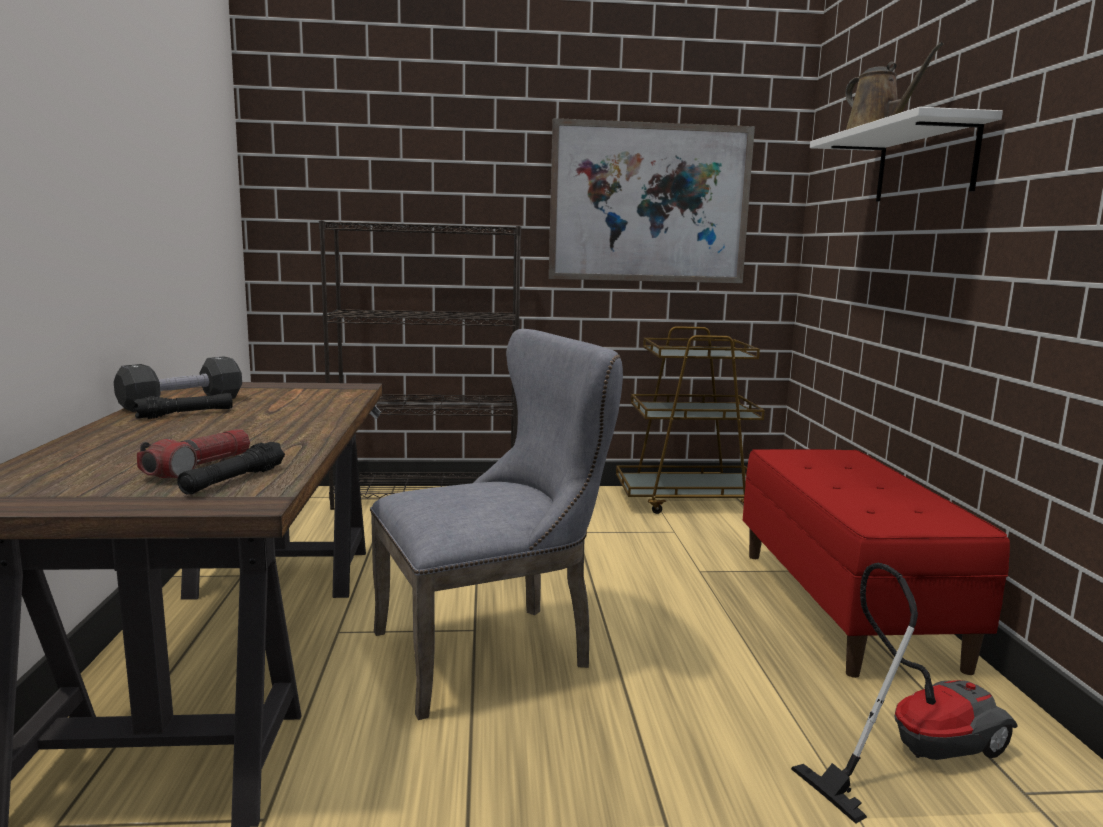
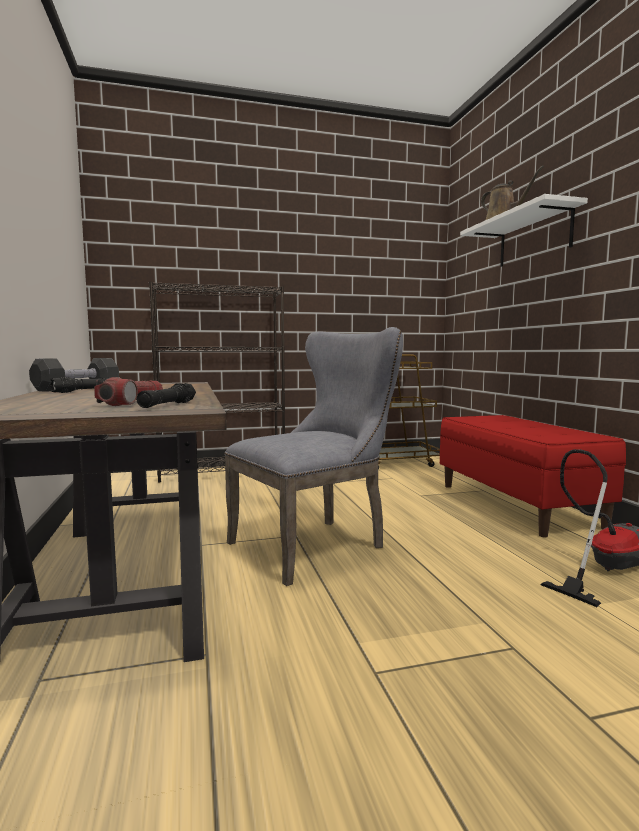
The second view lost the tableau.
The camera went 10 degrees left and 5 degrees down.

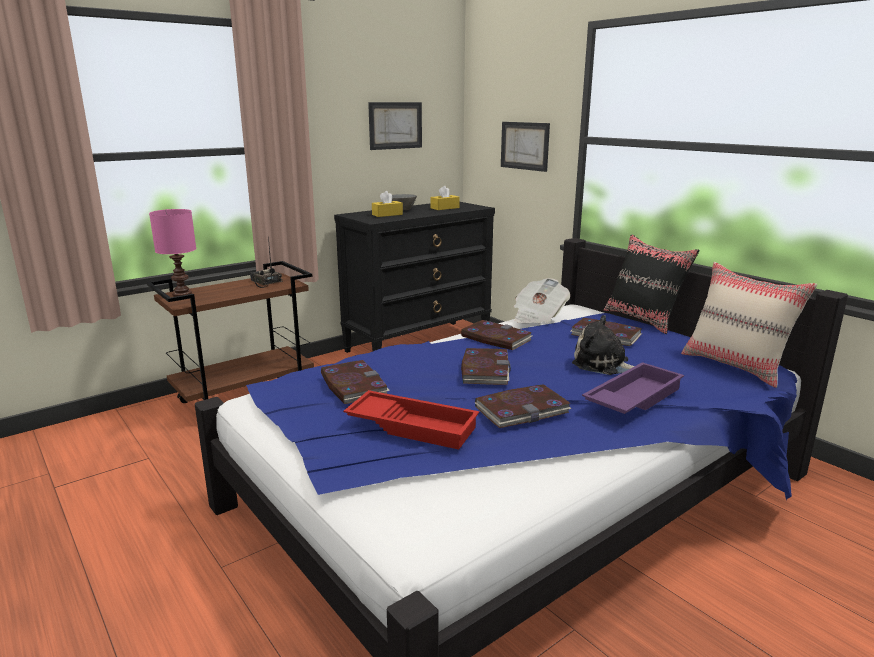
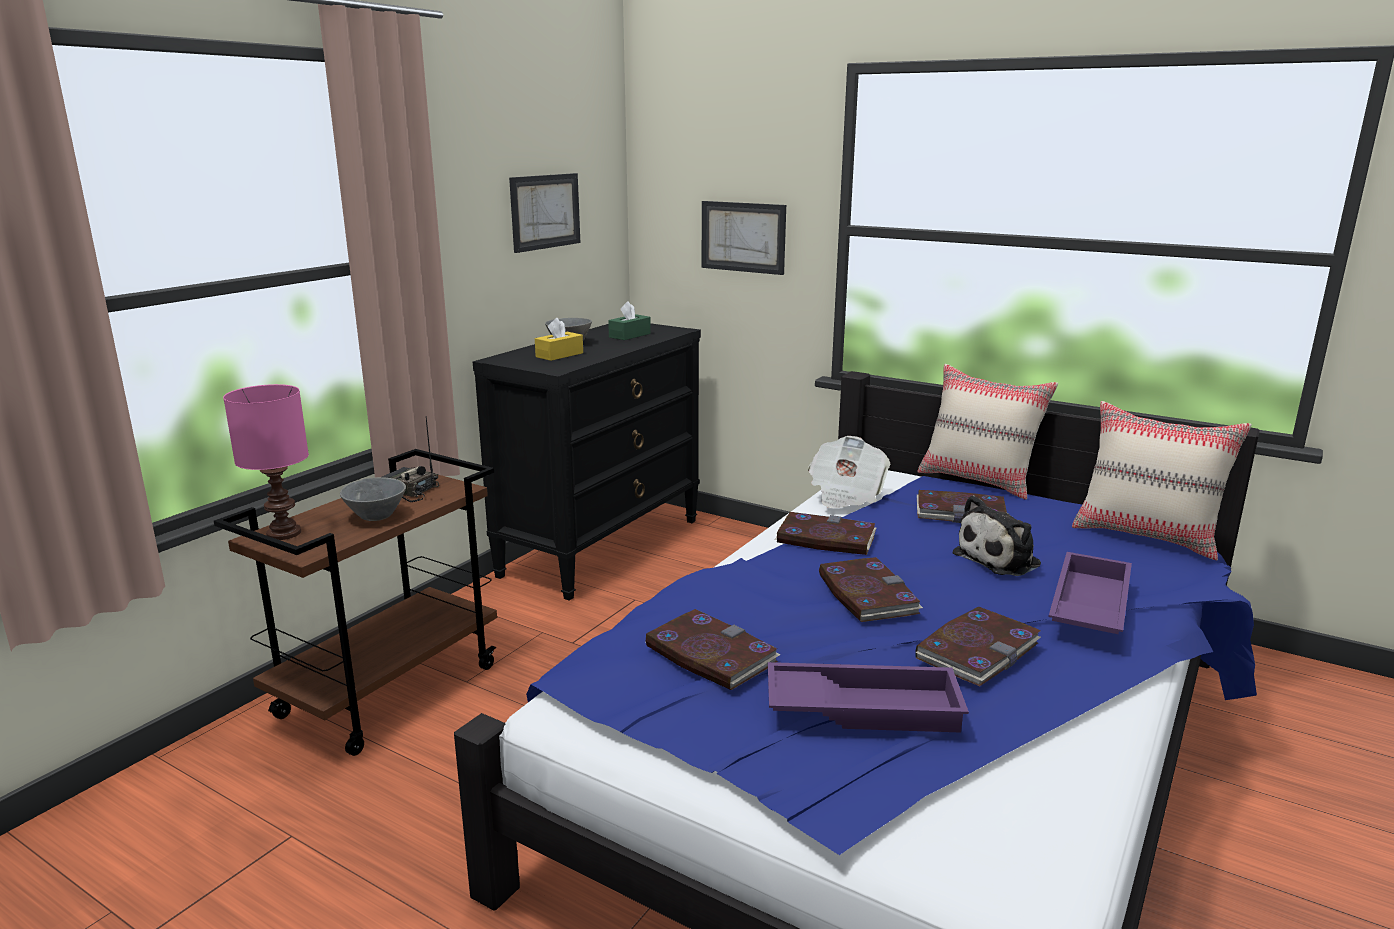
What was the plateau [rouge] turned into the plateau [violet] (1st from left).
What was the boîte à mouchoirs [jaune] (2nd from left) turned into the boîte à mouchoirs [vert].
The peluche ended up facing another way, 45 degrees counterclockwise from before.
What was the coussin [noir] turned into the coussin [beige] (1st from left).
The second view gained the bol [gris] (1st from left).
The camera went 20 degrees left and 0 degrees up.

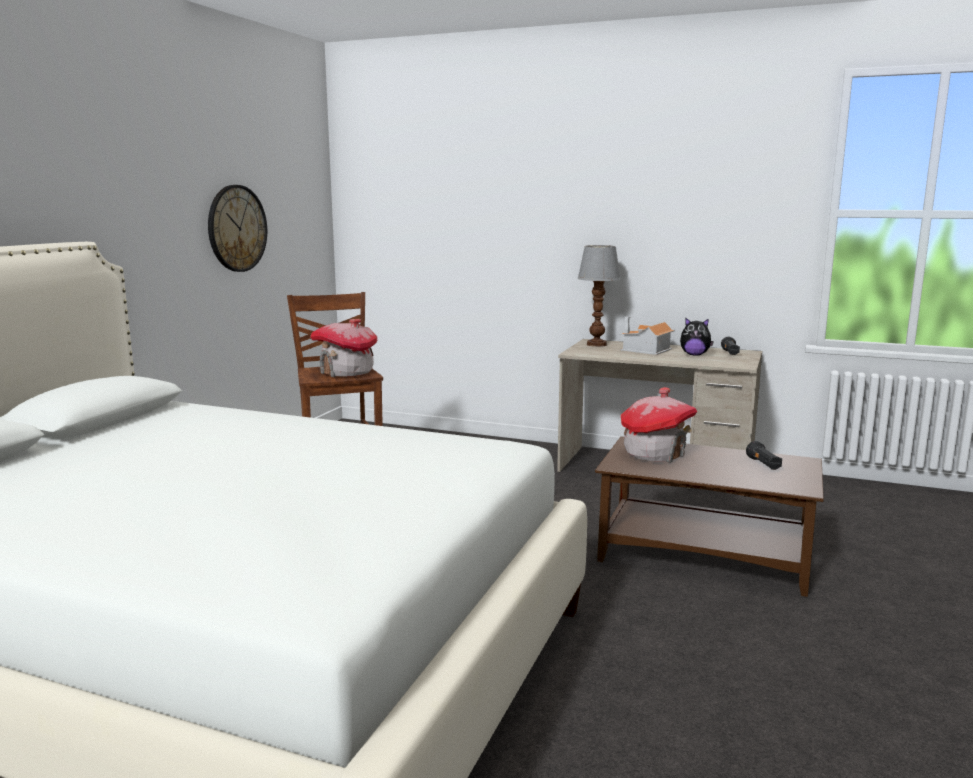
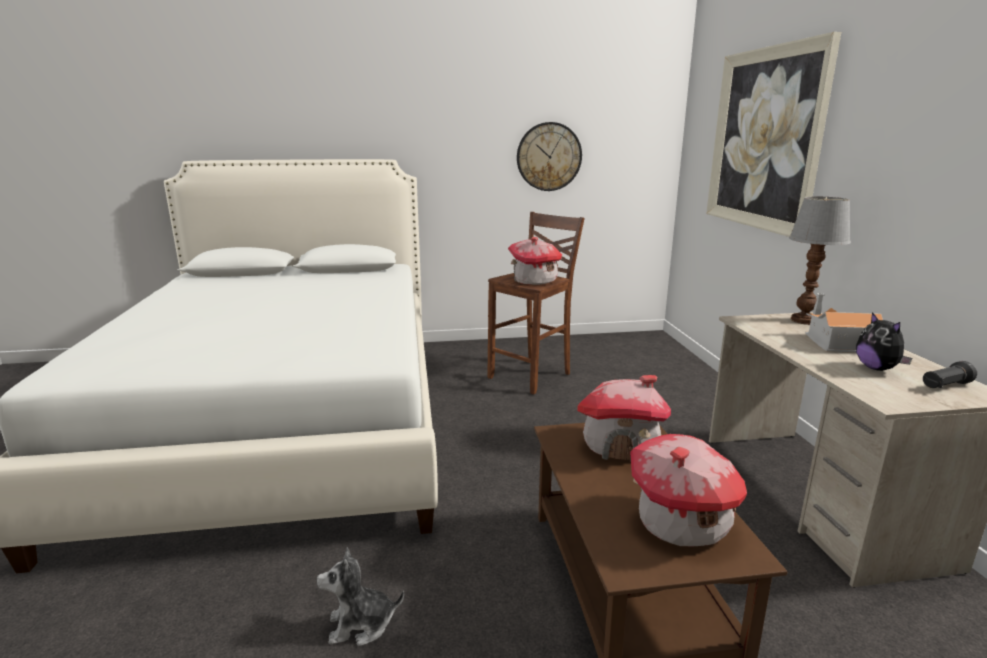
Where the lampe de poche [noir] (2nd from left) stood, the maison miniature (3rd from left) came to stand.
The second view gained the peluche (1st from left).
The second view gained the tableau.
The camera went 60 degrees right and 5 degrees up.

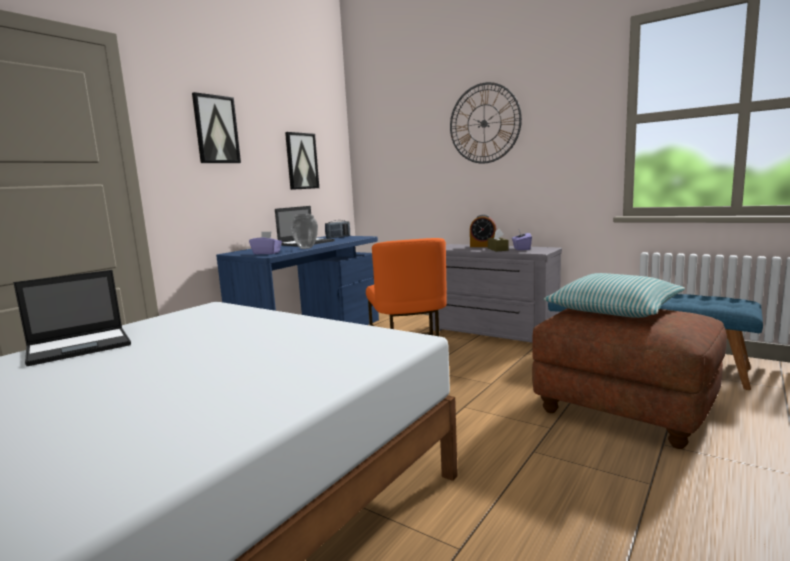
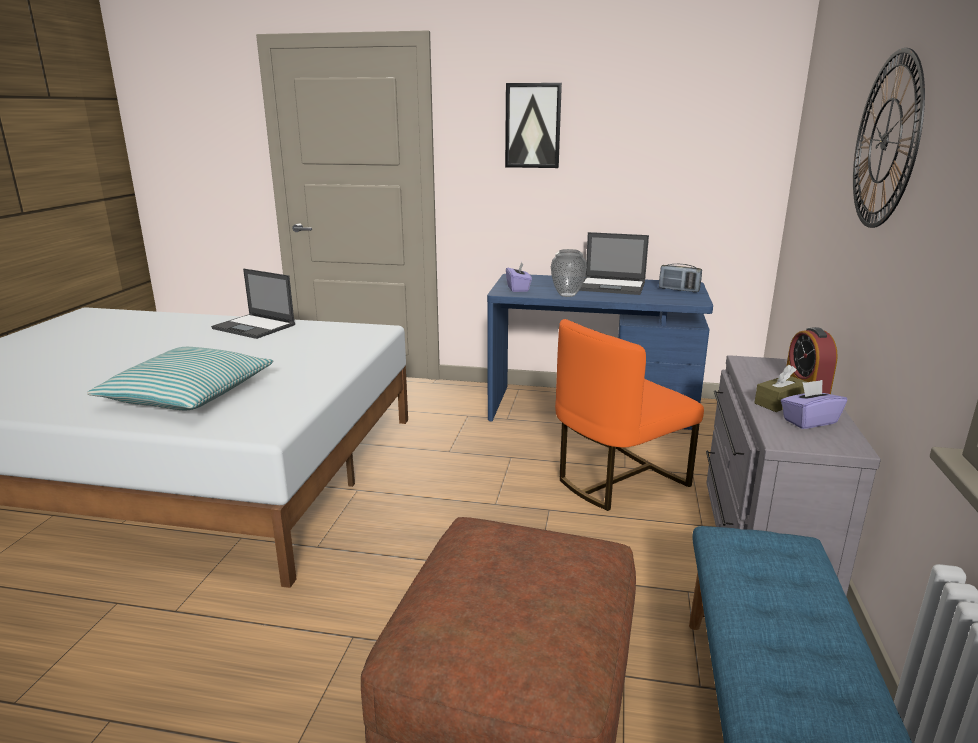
The second view lost the tableau (2nd from left).
The coussin ended up elsewhere.
The camera went 65 degrees right and 10 degrees up.

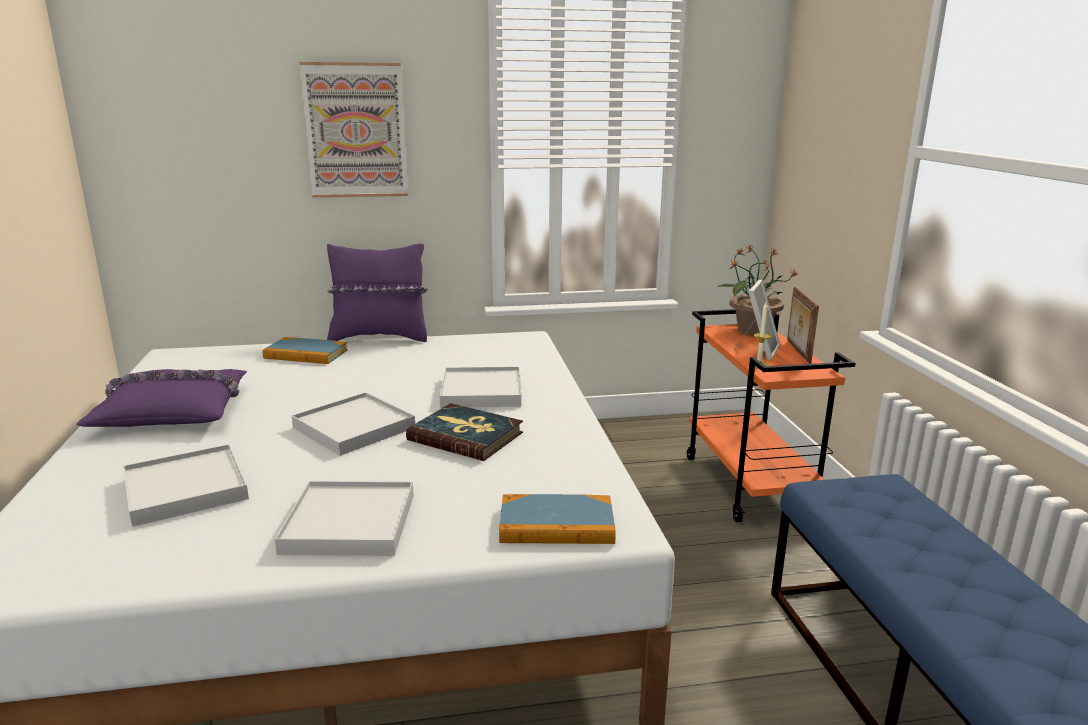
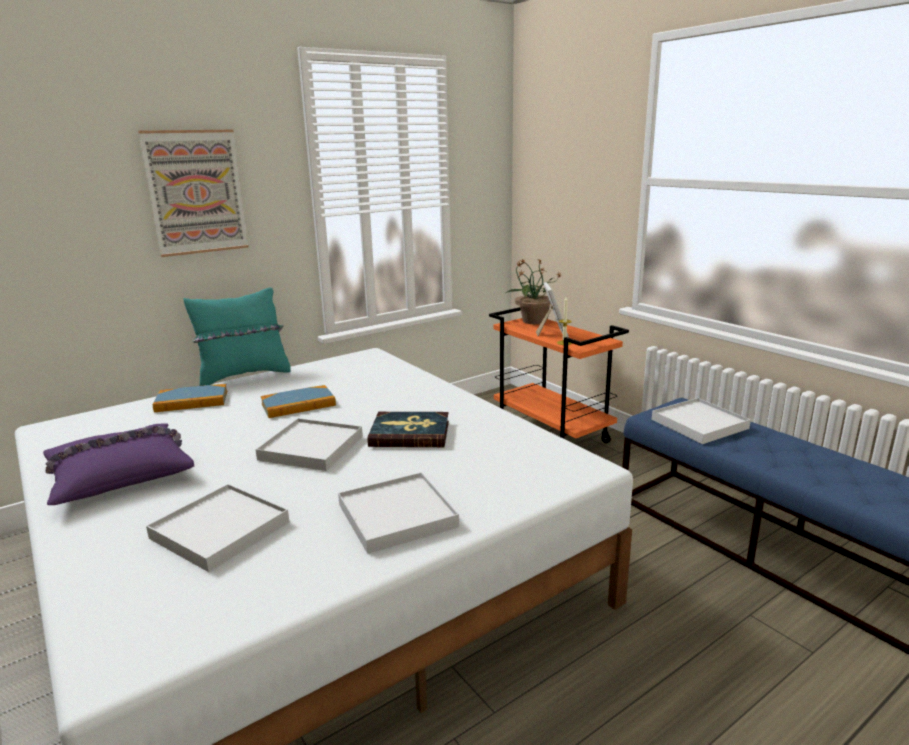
What was the coussin [violet] (2nd from left) turned into the coussin [turquoise].
The plateau [blanc] (4th from left) ended up elsewhere.
The livre (3rd from left in the first image) ended up elsewhere.
The second view lost the cadre photo (2nd from left).
The camera went 25 degrees left and 0 degrees up.

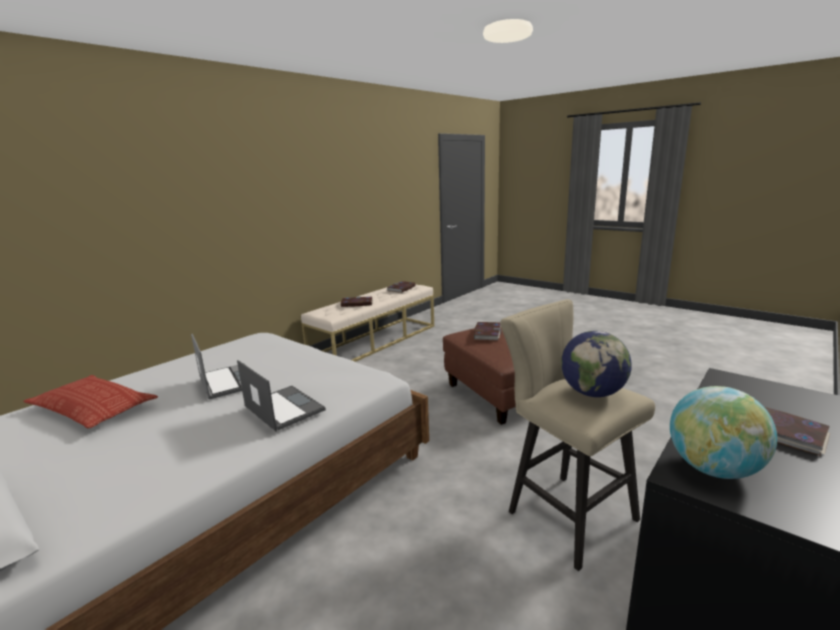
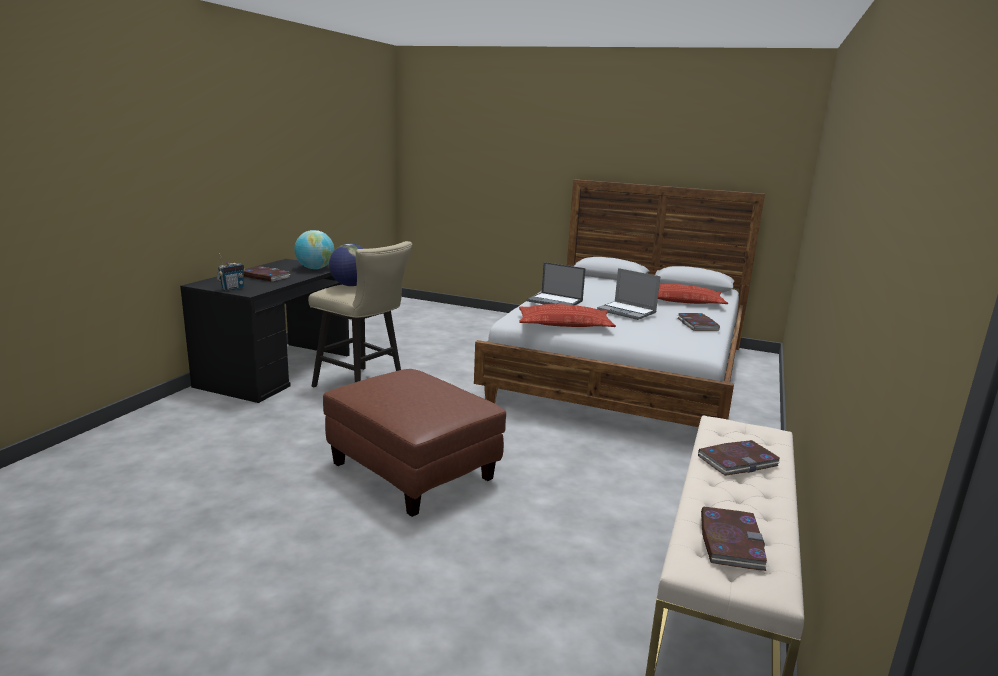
The livre (3rd from left in the first image) ended up elsewhere.
The second view gained the radio.
The second view gained the coussin (1st from left).
The camera went 160 degrees right and 0 degrees up.

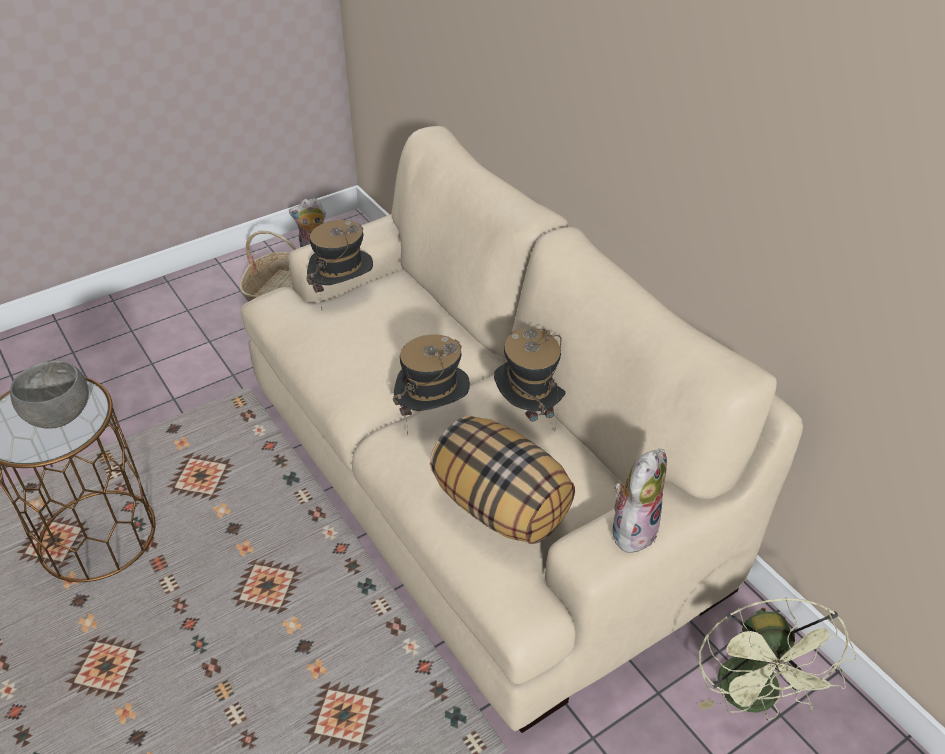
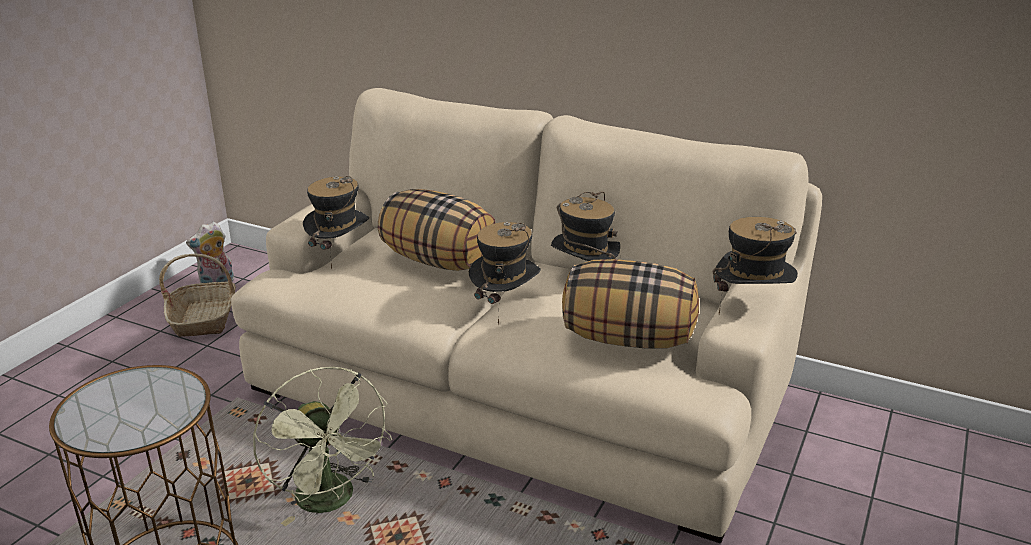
The second view lost the bol [gris].
Where the peluche (2nd from left) stood, the chapeau (4th from left) came to stand.
The ventilateur [vert] ended up elsewhere.
The second view gained the coussin (1st from left).
The camera went 30 degrees left and 15 degrees down.

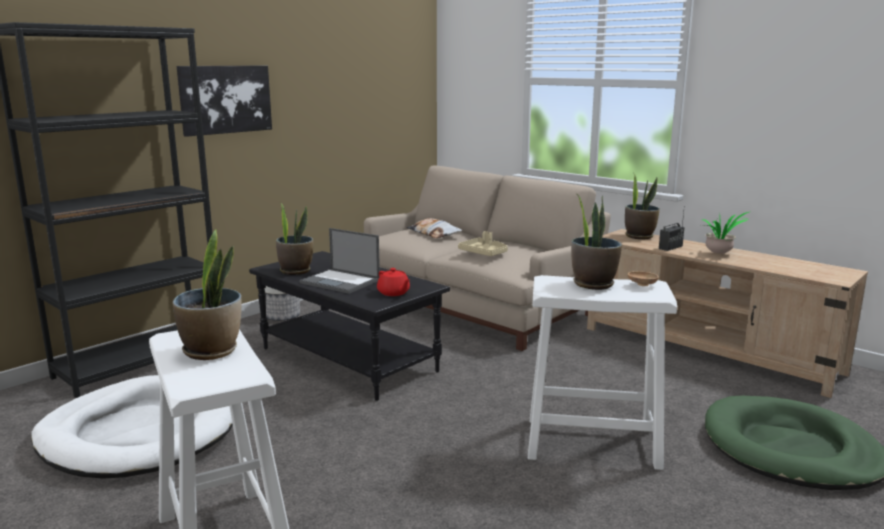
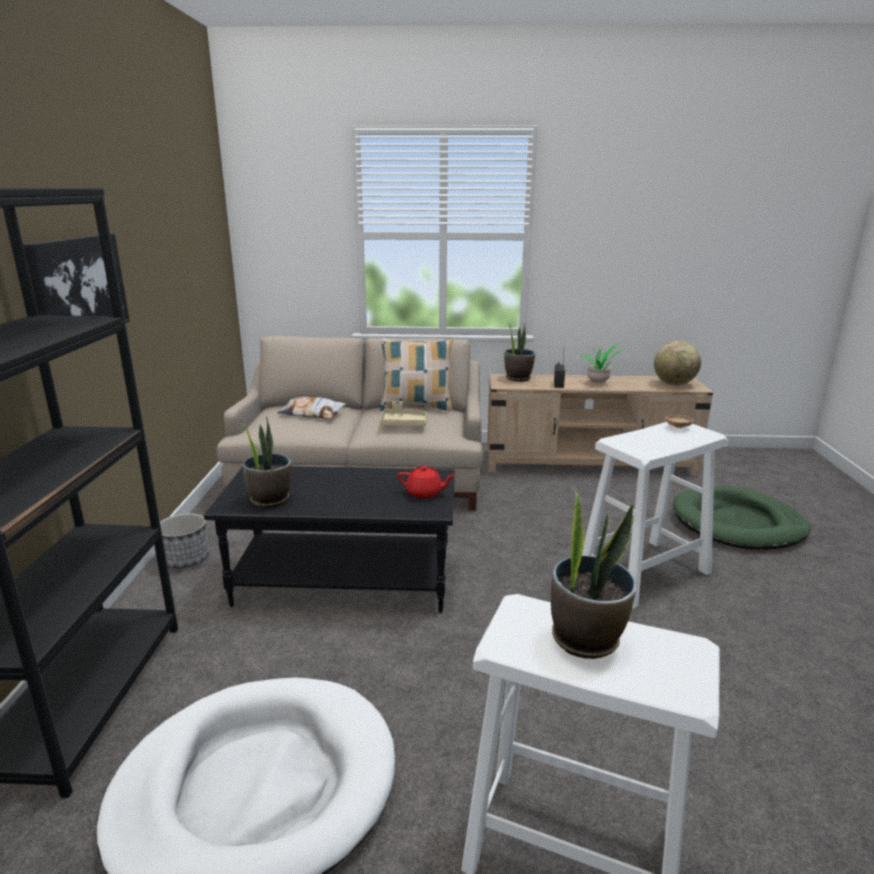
The second view lost the ordinateur portable.
The second view lost the plante en pot (3rd from left).
The second view gained the coussin (2nd from left).
The second view gained the globe.
The camera went 40 degrees left and 5 degrees up.

